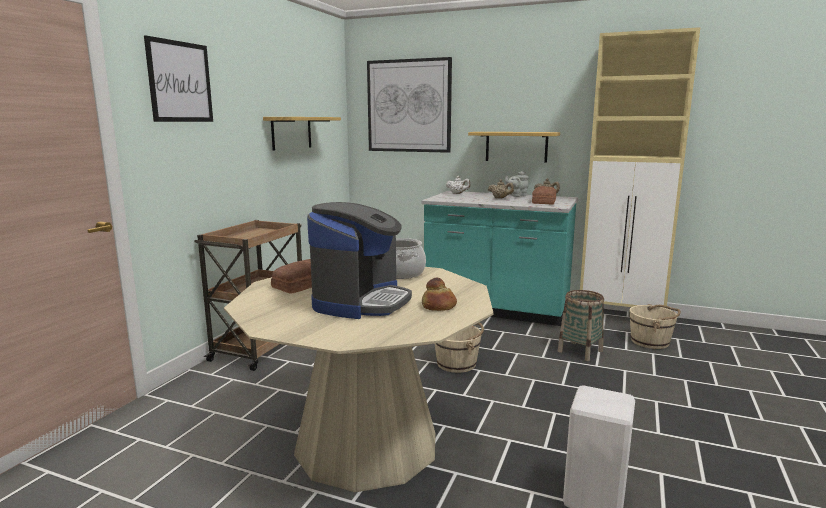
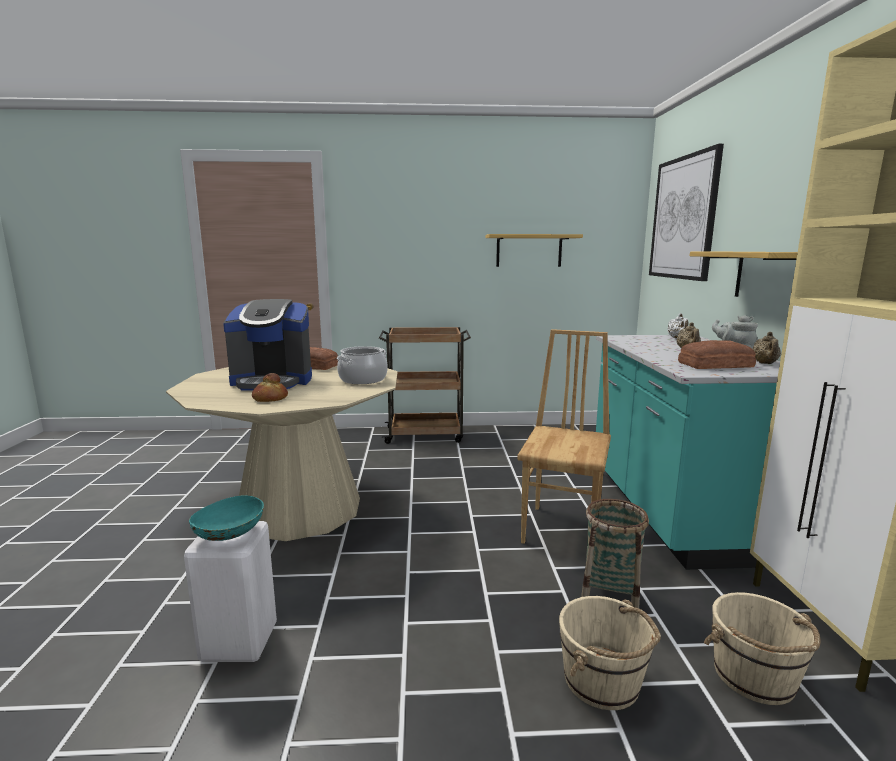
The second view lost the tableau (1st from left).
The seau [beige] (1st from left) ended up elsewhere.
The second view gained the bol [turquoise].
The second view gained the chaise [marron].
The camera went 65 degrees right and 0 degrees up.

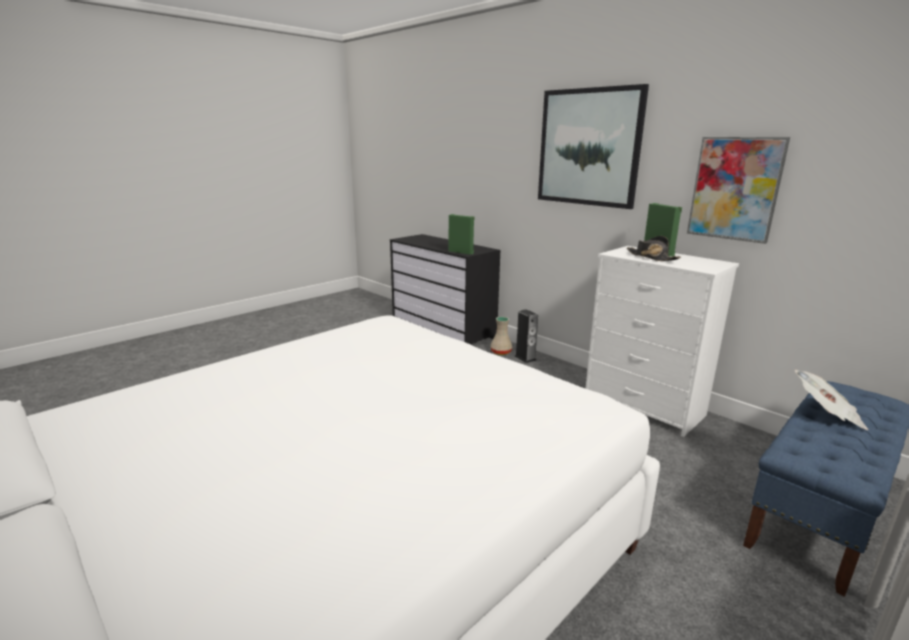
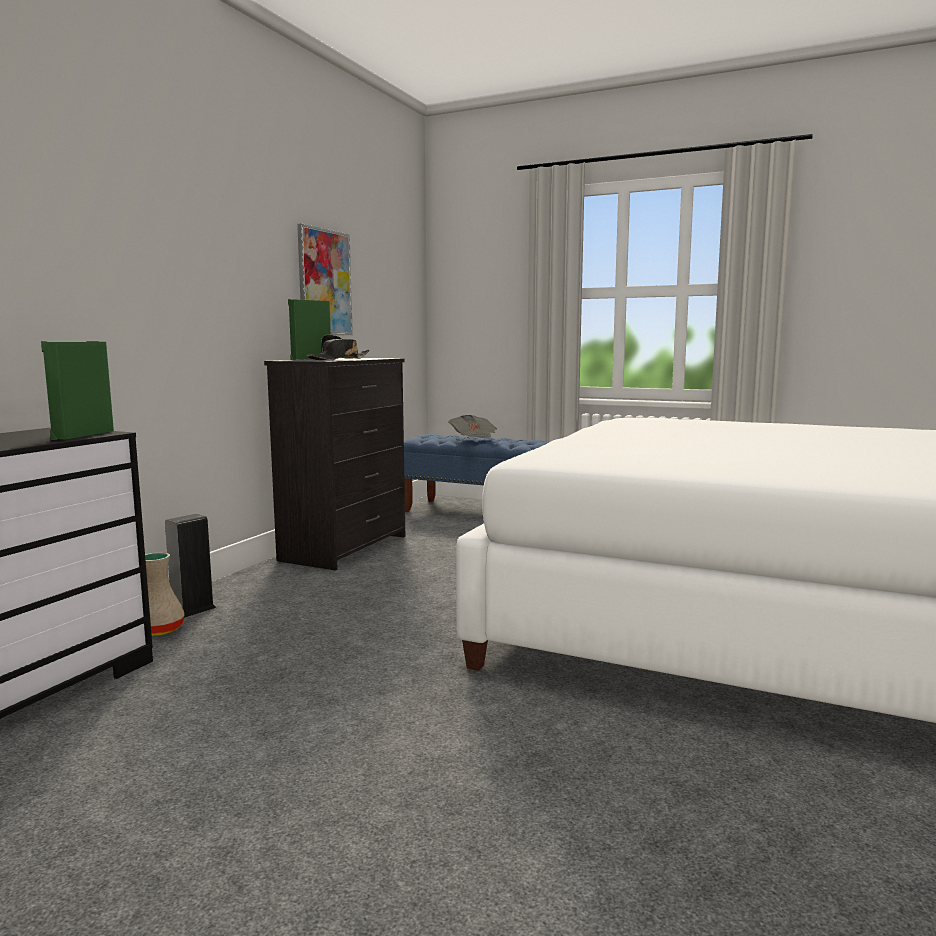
The second view lost the tableau (1st from left).
What was the commode [blanc] turned into the commode [noir] (2nd from left).
The camera went 110 degrees left and 10 degrees down.

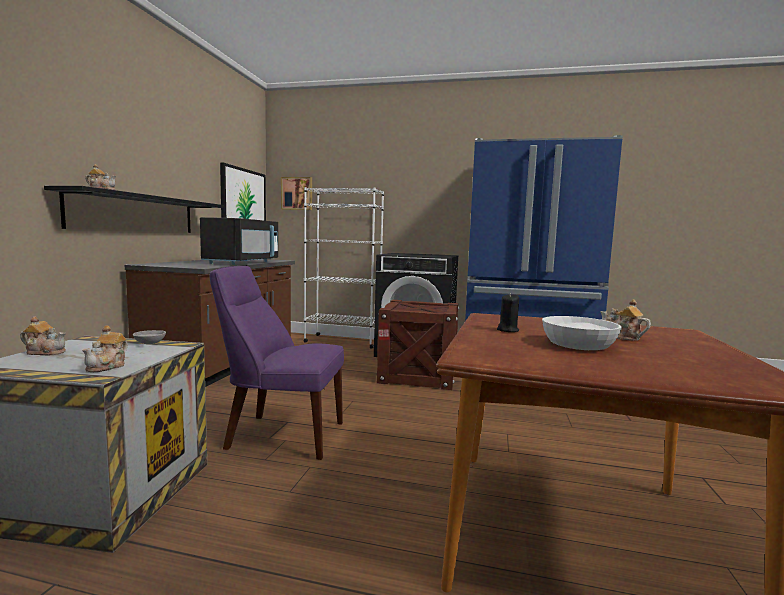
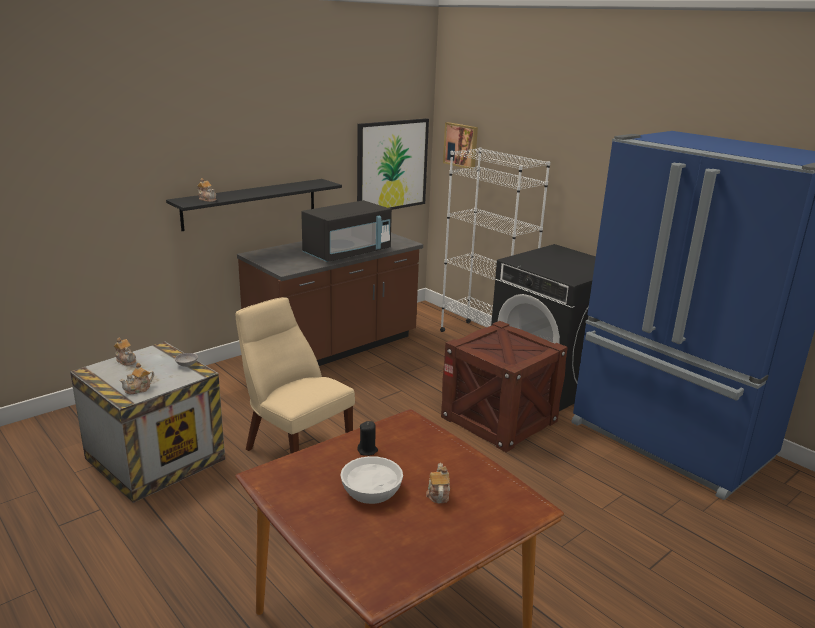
What was the chaise [violet] turned into the chaise [beige].
The camera went 35 degrees right and 15 degrees up.

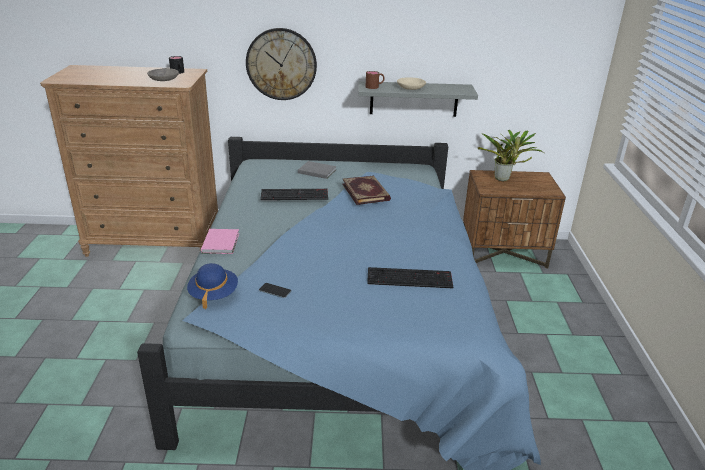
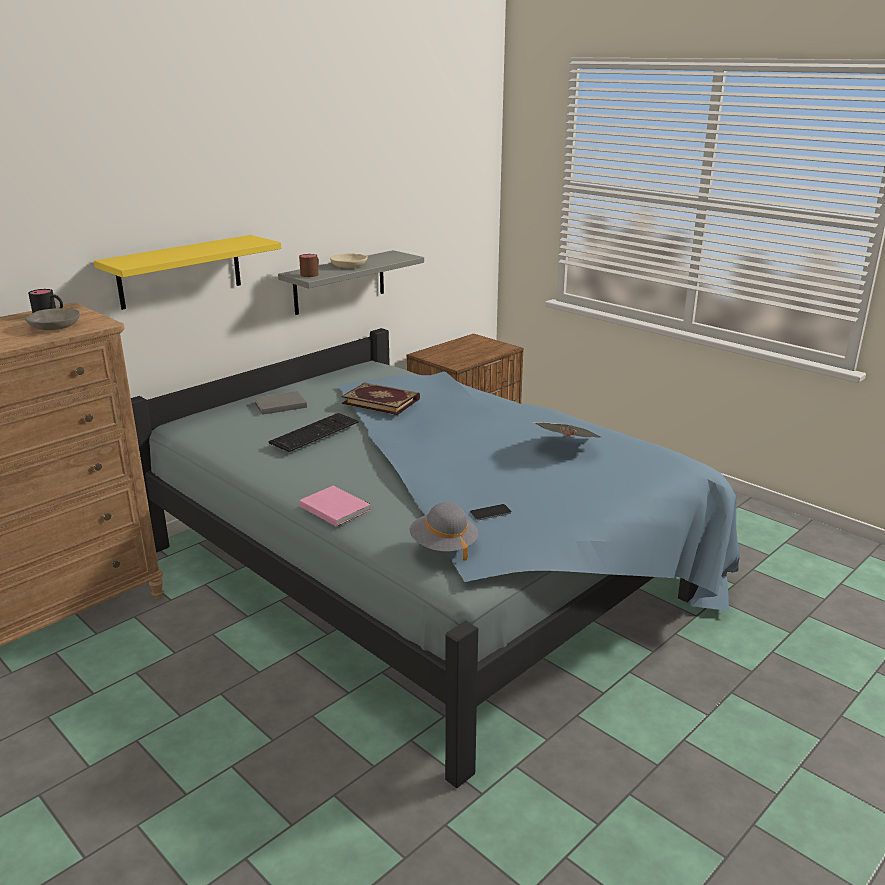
What was the chapeau [bleu] turned into the chapeau [gris].
Where the horloge murale hung, the étagère [jaune] came to hang.
Where the clavier (2nd from left) stood, the journal came to stand.
The second view lost the plante en pot.
The camera went 45 degrees left and 5 degrees down.

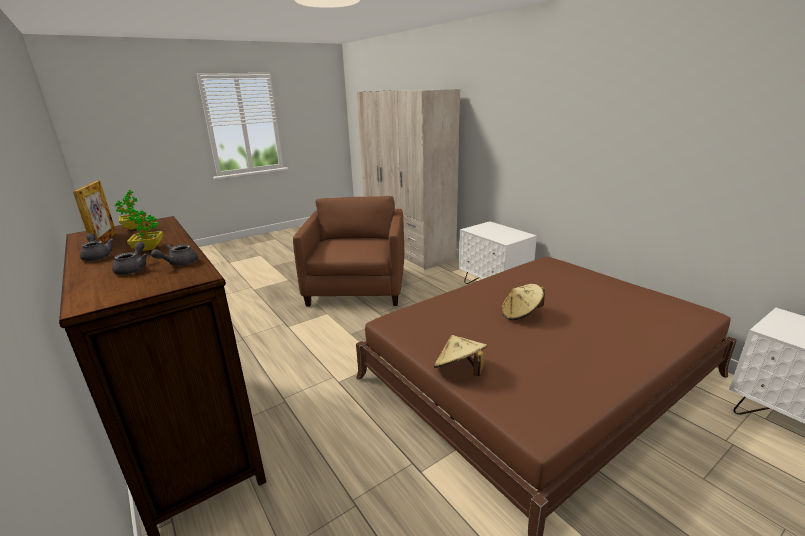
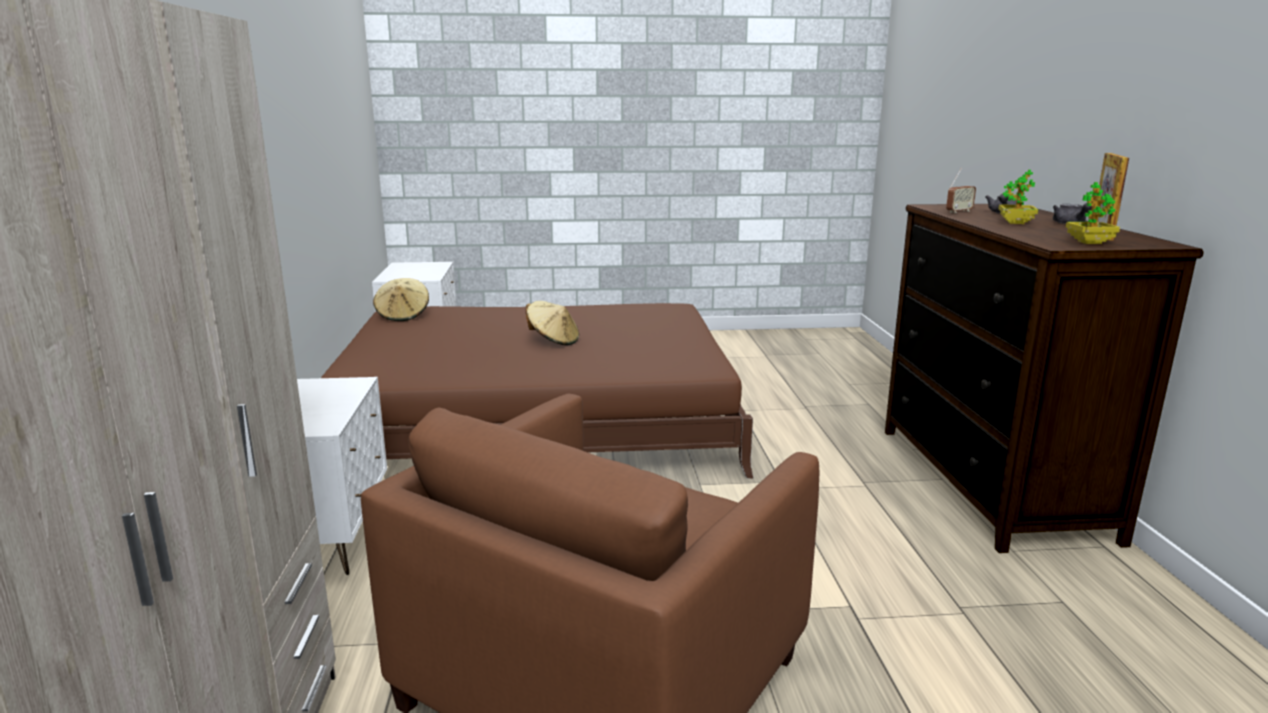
Where the théière [gris] (3rd from left) stood, the radio came to stand.
The chapeau [beige] (1st from left) ended up elsewhere.
The camera went 150 degrees left and 5 degrees down.

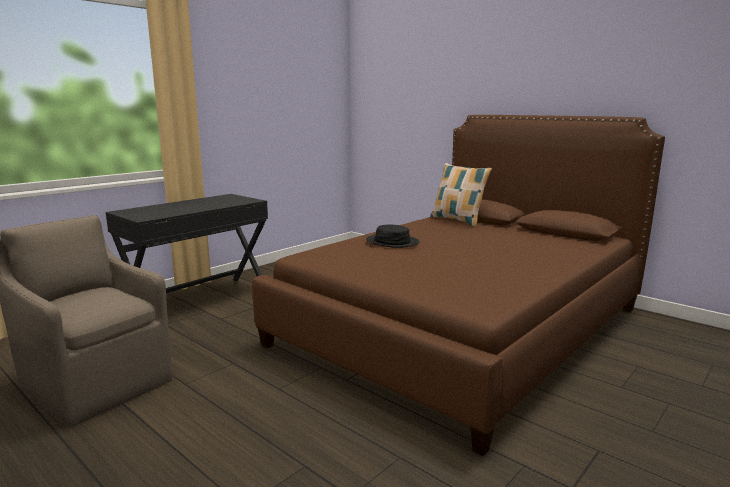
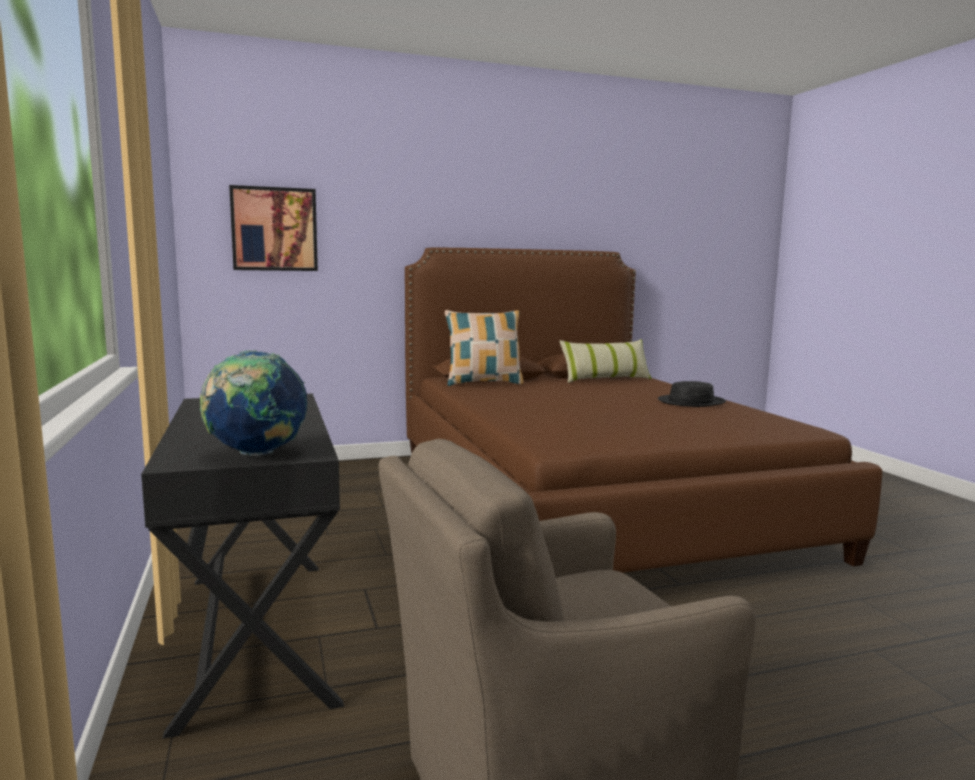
The chapeau [noir] ended up elsewhere.
The second view gained the globe.
The second view gained the tableau.
The second view gained the coussin (2nd from left).
The camera went 60 degrees left and 5 degrees down.

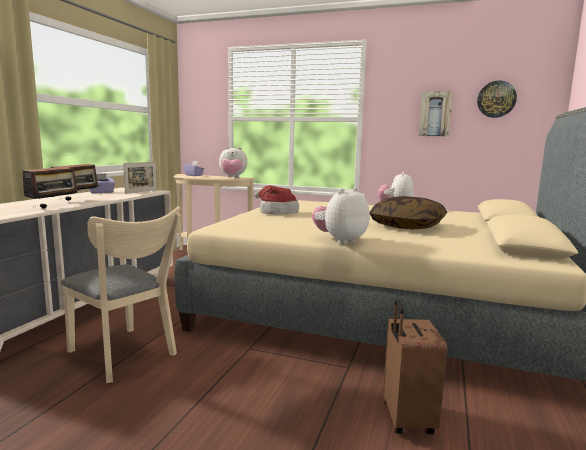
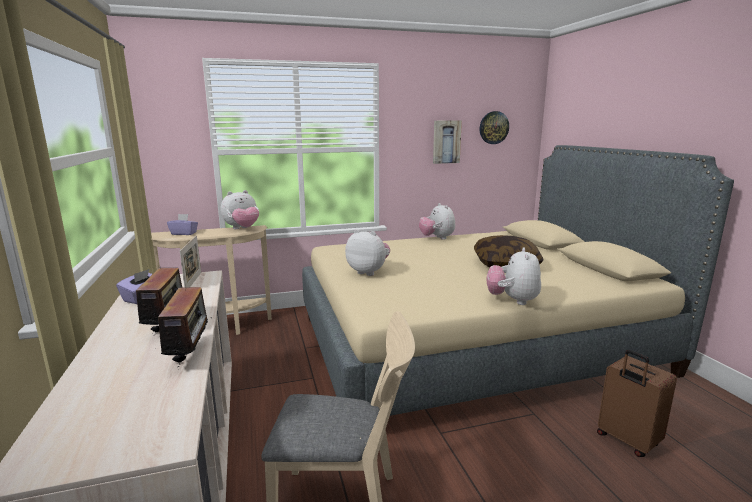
Where the chapeau stood, the peluche (2nd from left) came to stand.
The camera went 35 degrees left and 5 degrees up.

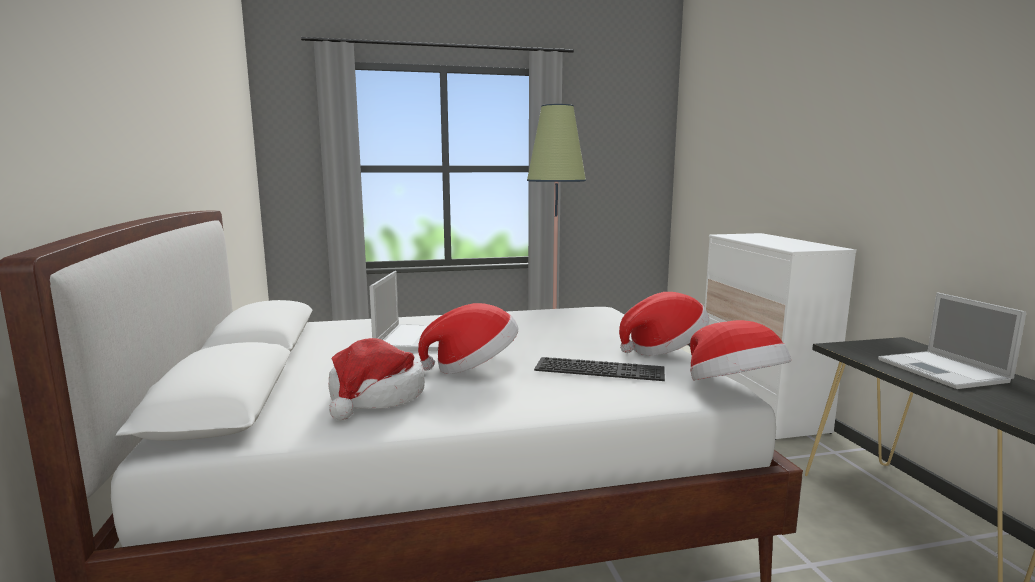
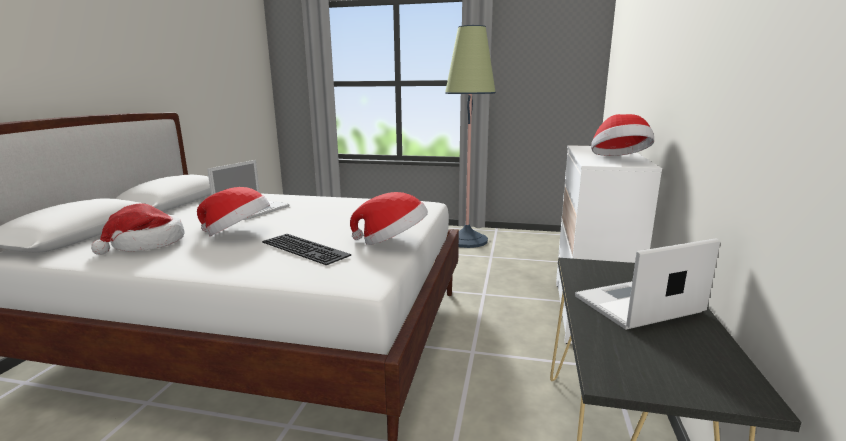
The chapeau (4th from left) ended up elsewhere.
The ordinateur portable (2nd from left) ended up facing another way, 60 degrees clockwise from before.
The camera went 25 degrees right and 5 degrees up.

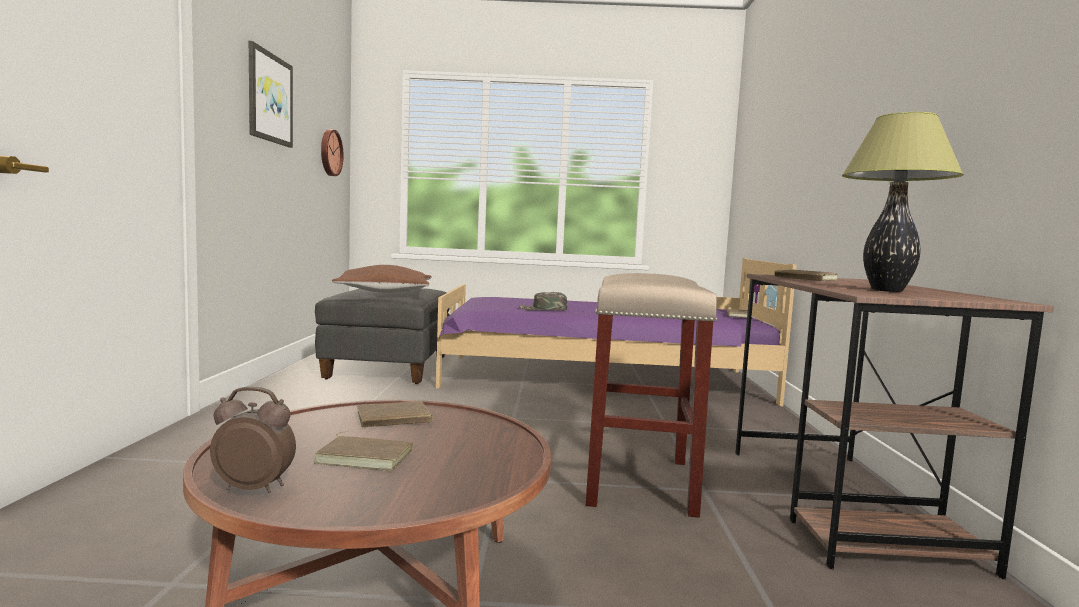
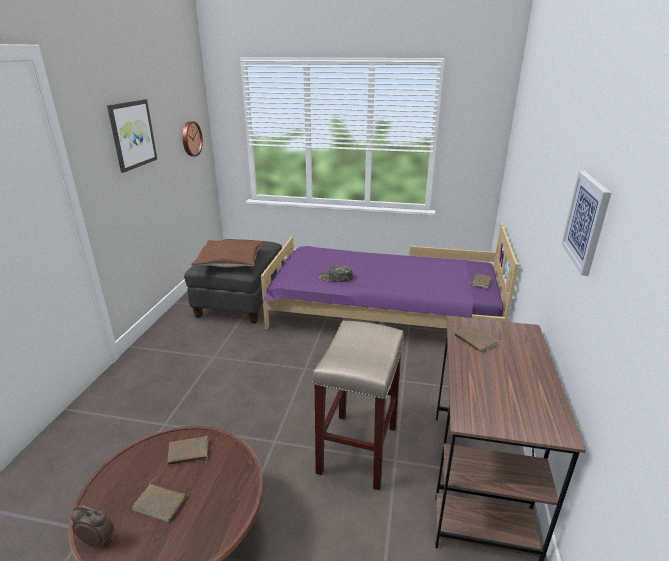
The second view lost the lampe de table.
The second view gained the tableau (2nd from left).
The camera went 10 degrees right and 20 degrees up.

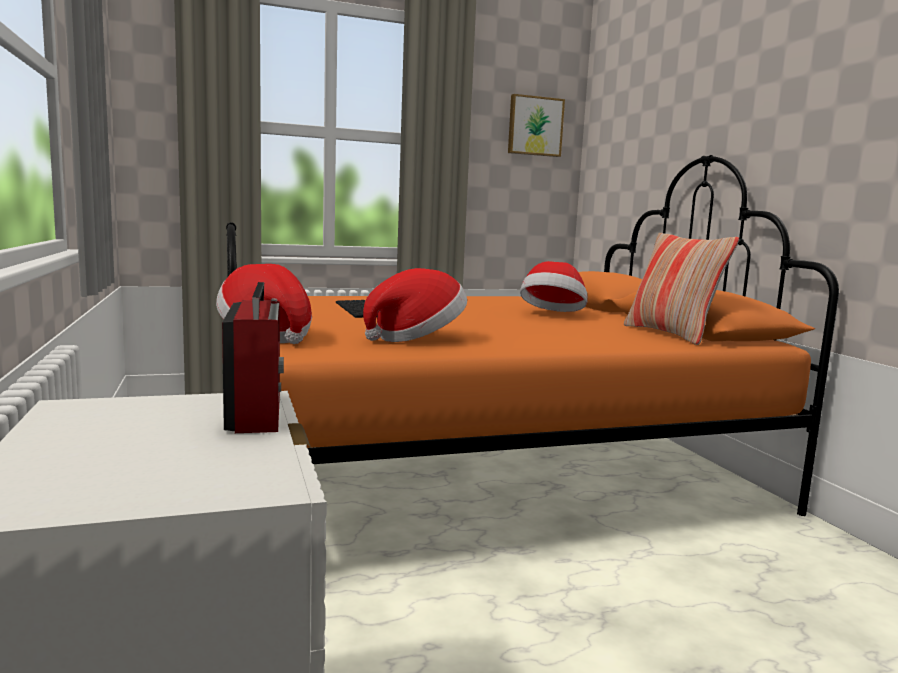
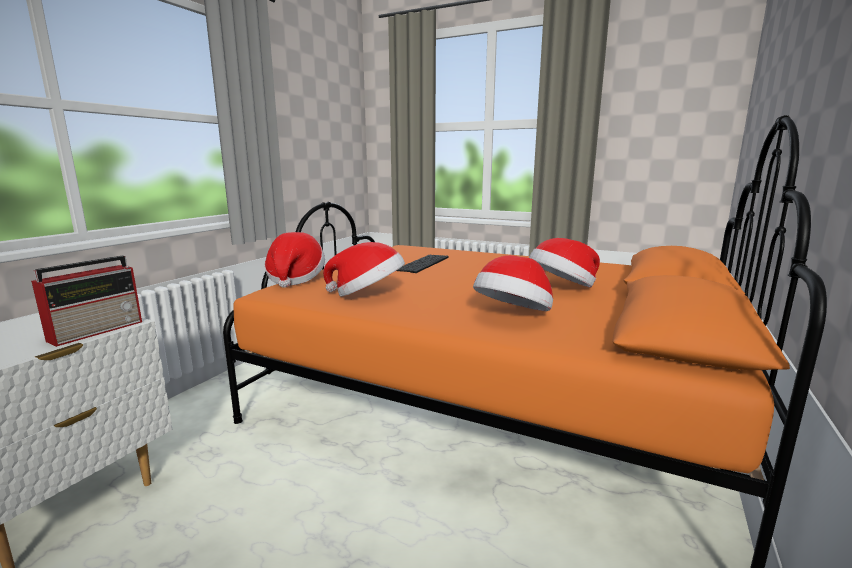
The second view lost the tableau.
The second view lost the coussin.
The second view gained the chapeau (3rd from left).
The camera went 45 degrees right and 5 degrees up.

